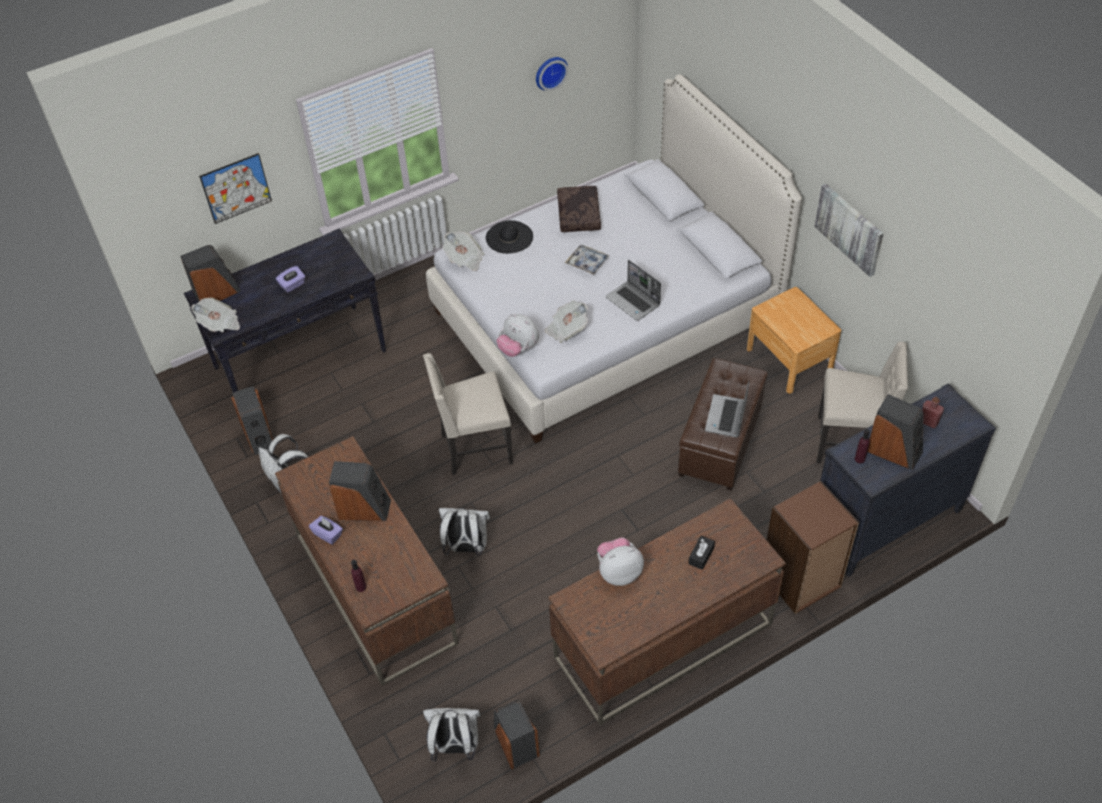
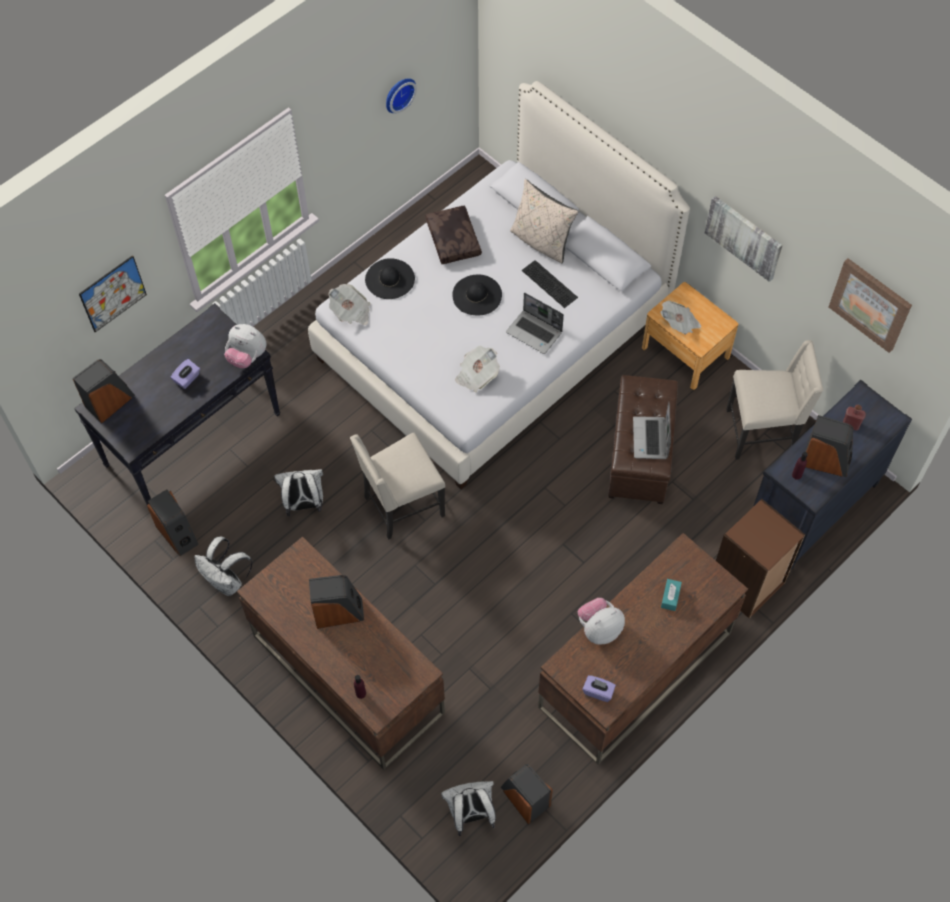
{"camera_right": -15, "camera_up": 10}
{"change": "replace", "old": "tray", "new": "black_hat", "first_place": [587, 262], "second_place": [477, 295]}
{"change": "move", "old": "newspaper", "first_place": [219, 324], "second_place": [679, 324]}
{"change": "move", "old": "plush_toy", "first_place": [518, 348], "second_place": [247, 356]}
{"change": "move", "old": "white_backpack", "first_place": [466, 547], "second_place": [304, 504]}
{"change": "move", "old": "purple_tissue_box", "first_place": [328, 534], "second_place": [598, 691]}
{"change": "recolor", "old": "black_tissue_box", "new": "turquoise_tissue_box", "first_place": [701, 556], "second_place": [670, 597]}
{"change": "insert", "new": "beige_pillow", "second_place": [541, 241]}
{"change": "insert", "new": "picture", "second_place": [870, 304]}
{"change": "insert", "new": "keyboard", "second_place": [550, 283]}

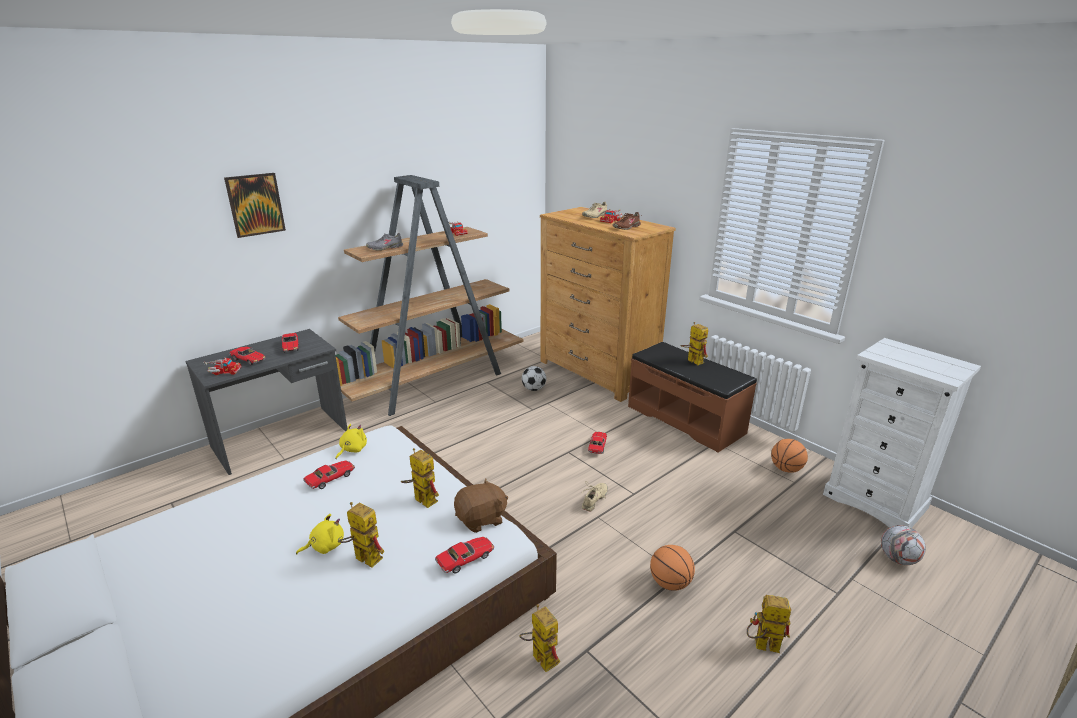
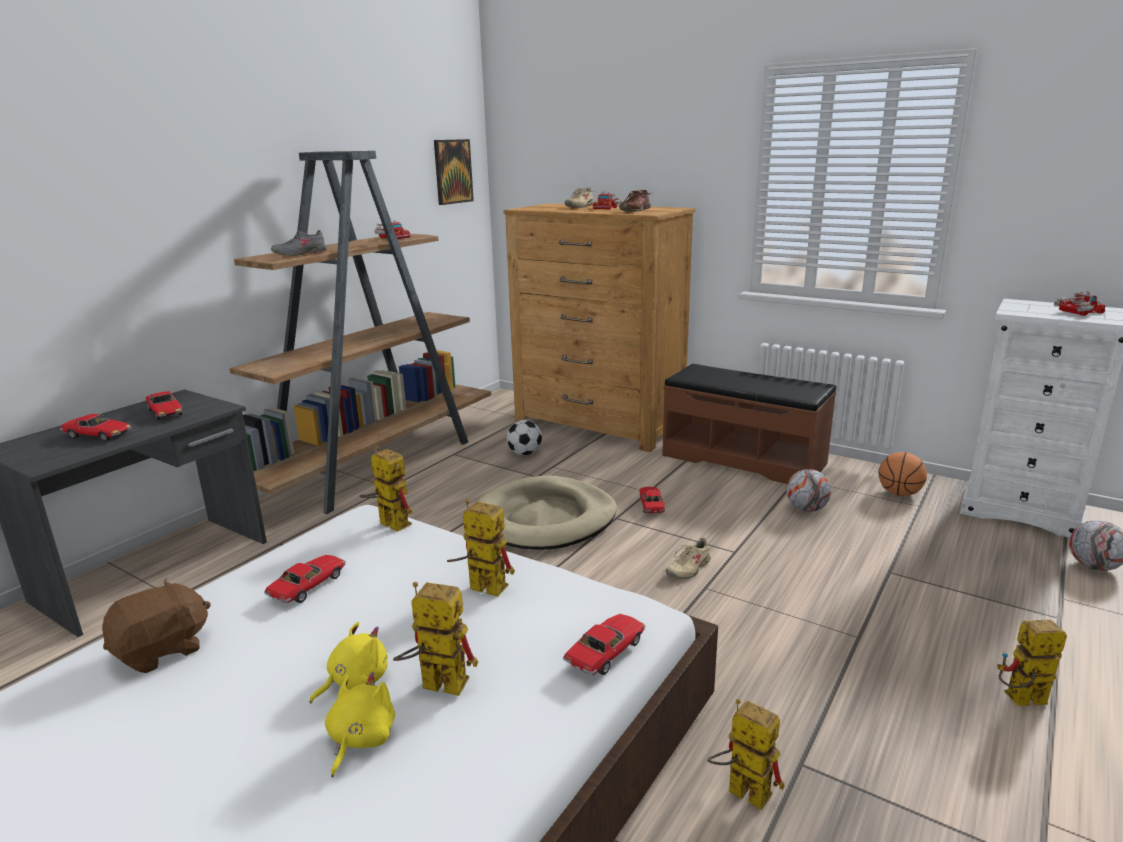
{"camera_right": -15, "camera_up": -5}
{"change": "move", "old": "picture", "first_place": [255, 204], "second_place": [452, 171]}
{"change": "move", "old": "toy_robot", "first_place": [692, 360], "second_place": [388, 523]}
{"change": "move", "old": "toy_truck", "first_place": [222, 371], "second_place": [1076, 313]}
{"change": "move", "old": "yellow_plush_toy", "first_place": [352, 450], "second_place": [360, 739]}
{"change": "move", "old": "brown_plush_toy", "first_place": [481, 519], "second_place": [163, 650]}
{"change": "rotate", "old": "beige_shoe", "first_place": [594, 500], "second_place": [688, 568], "degrees": -150}
{"change": "delete", "old": "basketball", "first_place": [670, 583]}
{"change": "insert", "new": "football", "second_place": [806, 509]}
{"change": "insert", "new": "beige_dog_bed", "second_place": [545, 519]}

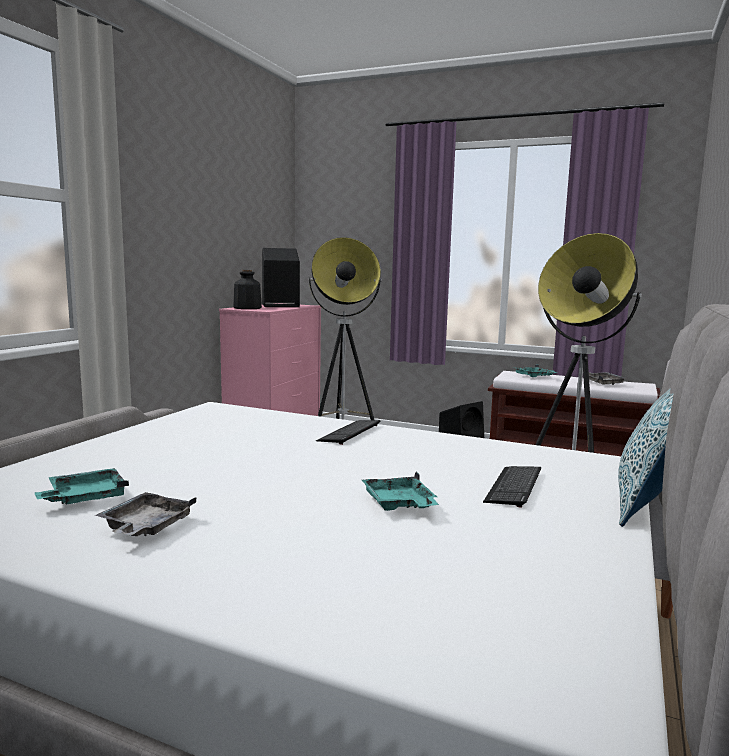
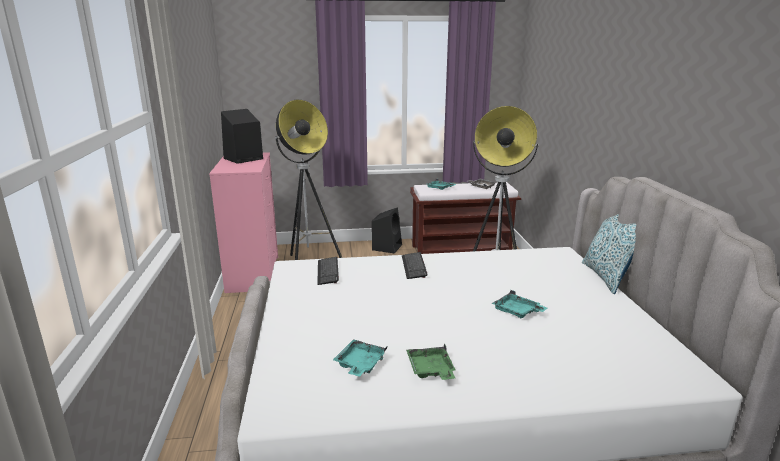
{"camera_right": -30, "camera_up": 10}
{"change": "delete", "old": "bottle", "first_place": [247, 308]}
{"change": "move", "old": "keyboard", "first_place": [514, 487], "second_place": [328, 272]}
{"change": "recolor", "old": "grey_tray", "new": "green_tray", "first_place": [146, 527], "second_place": [430, 370]}

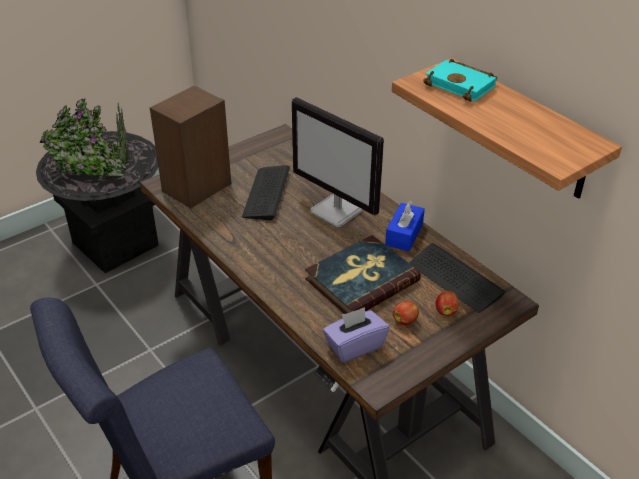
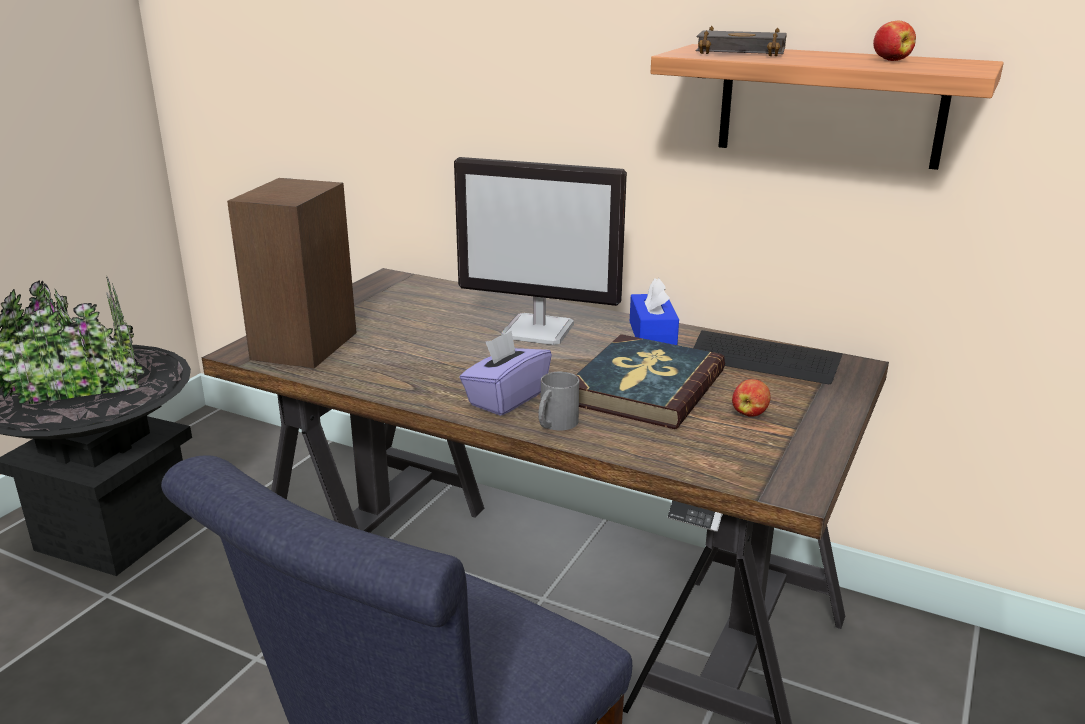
{"camera_right": -25, "camera_up": -15}
{"change": "recolor", "old": "turquoise_book", "new": "black_book", "first_place": [462, 85], "second_place": [743, 51]}
{"change": "delete", "old": "keyboard", "first_place": [266, 193]}
{"change": "move", "old": "apple", "first_place": [446, 311], "second_place": [890, 60]}
{"change": "move", "old": "purple_tissue_box", "first_place": [354, 346], "second_place": [506, 398]}
{"change": "insert", "new": "grey_mug", "second_place": [555, 424]}

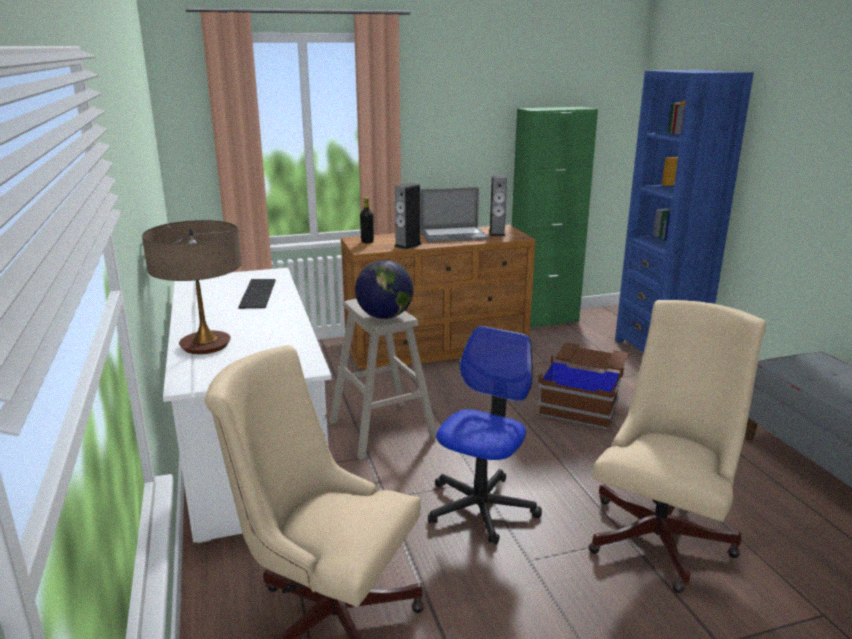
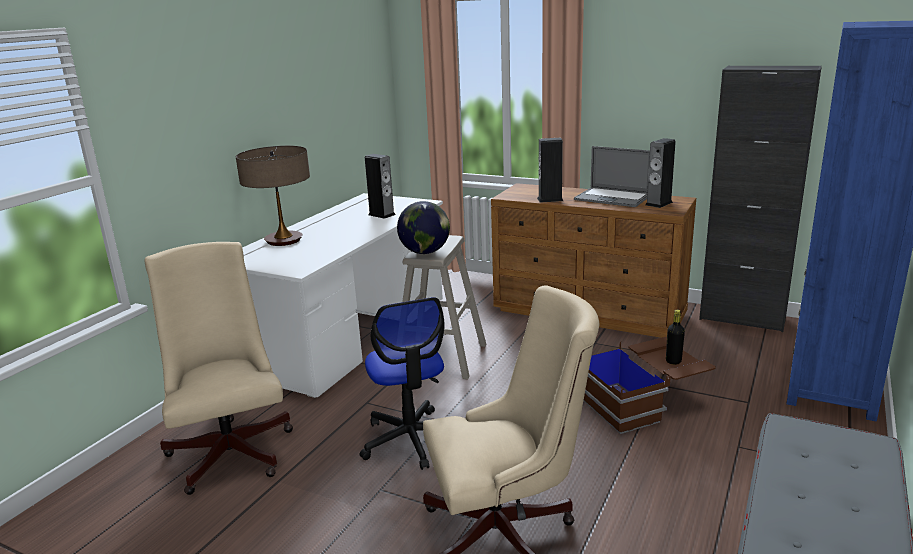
{"camera_right": 45, "camera_up": 0}
{"change": "recolor", "old": "green_cabinet", "new": "black_cabinet", "first_place": [543, 320], "second_place": [742, 318]}
{"change": "move", "old": "black_bottle", "first_place": [367, 242], "second_place": [673, 361]}
{"change": "replace", "old": "keyboard", "new": "speaker", "first_place": [256, 293], "second_place": [381, 214]}
{"change": "rotate", "old": "office_chair", "first_place": [481, 508], "second_place": [411, 439], "degrees": 90}

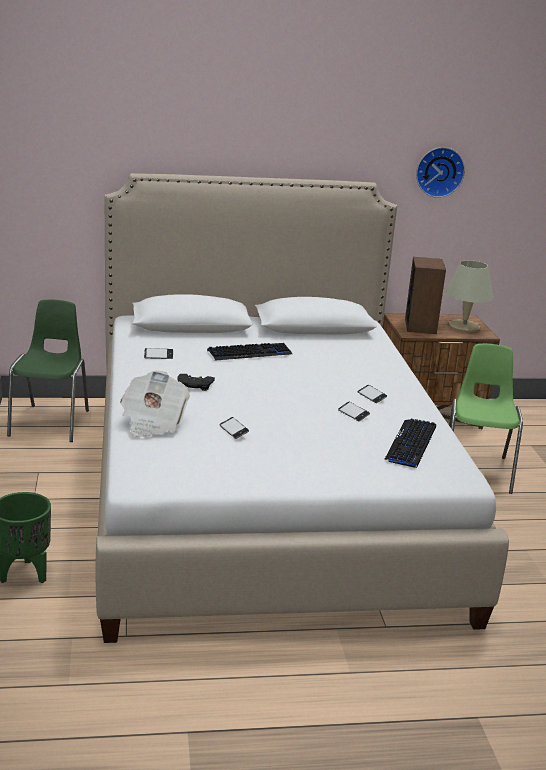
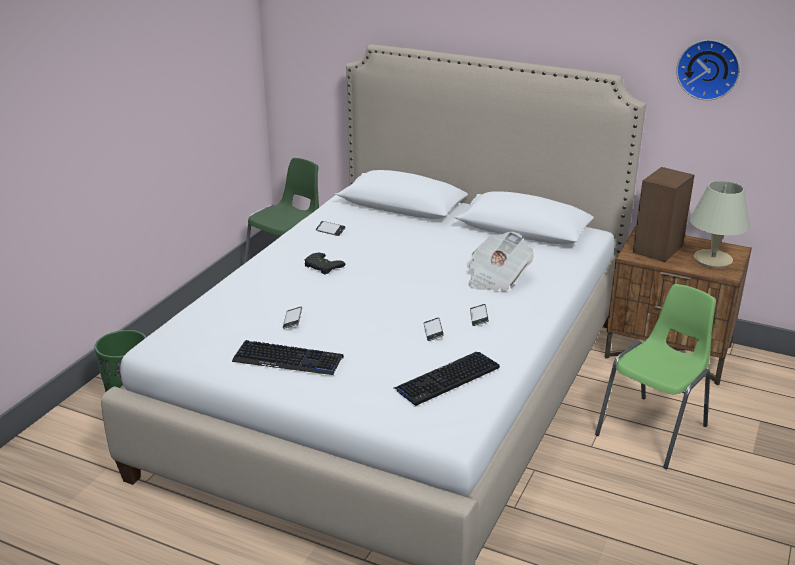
{"camera_right": 35, "camera_up": 5}
{"change": "move", "old": "keyboard", "first_place": [249, 353], "second_place": [288, 360]}
{"change": "move", "old": "newspaper", "first_place": [153, 422], "second_place": [496, 278]}

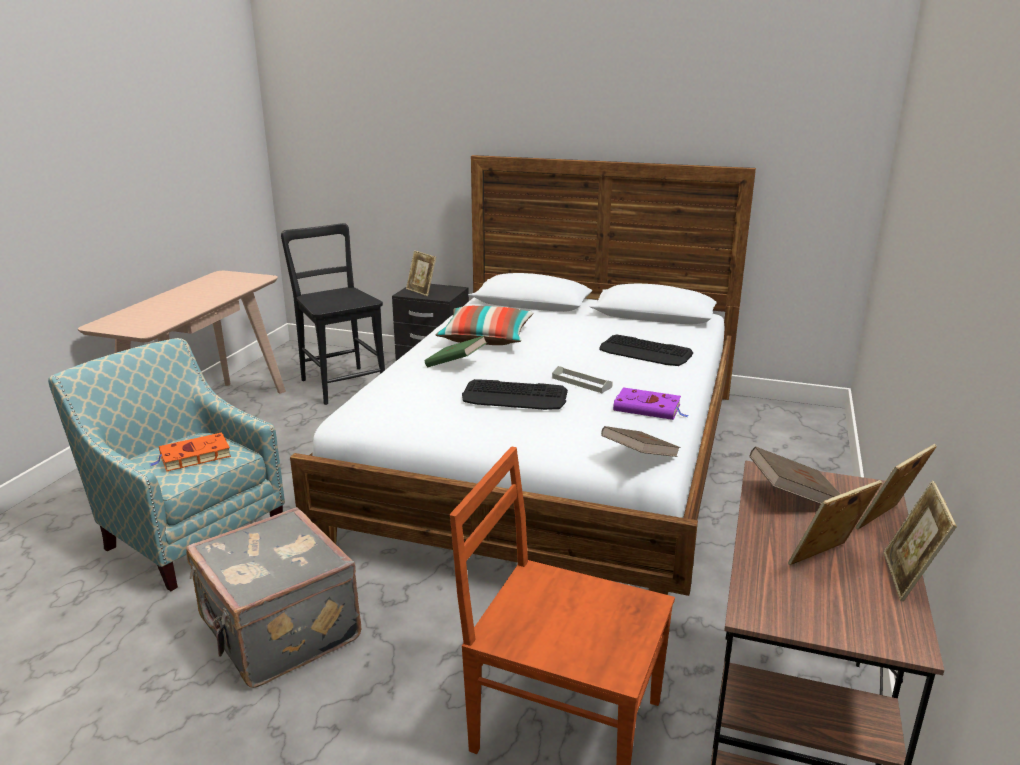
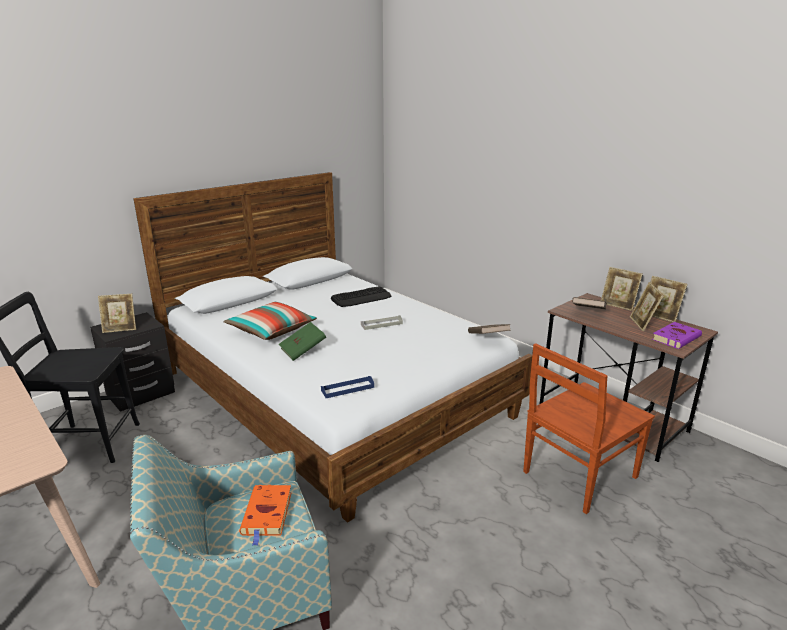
{"camera_right": -60, "camera_up": 0}
{"change": "delete", "old": "keyboard", "first_place": [515, 397]}
{"change": "move", "old": "purple_book", "first_place": [649, 408], "second_place": [676, 338]}
{"change": "rotate", "old": "picture_frame", "first_place": [887, 522], "second_place": [618, 305], "degrees": -45}
{"change": "delete", "old": "grey_suitcase", "first_place": [277, 632]}
{"change": "insert", "new": "blue_tray", "second_place": [347, 389]}

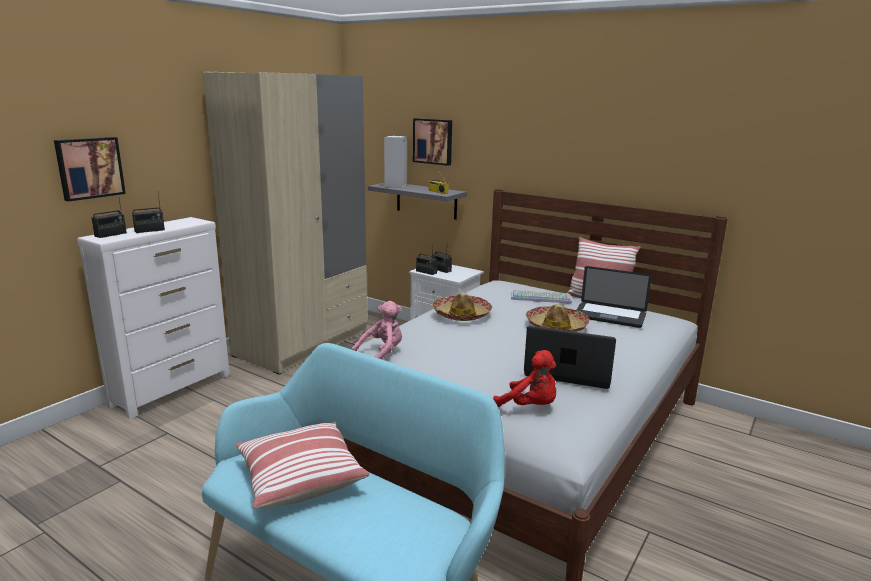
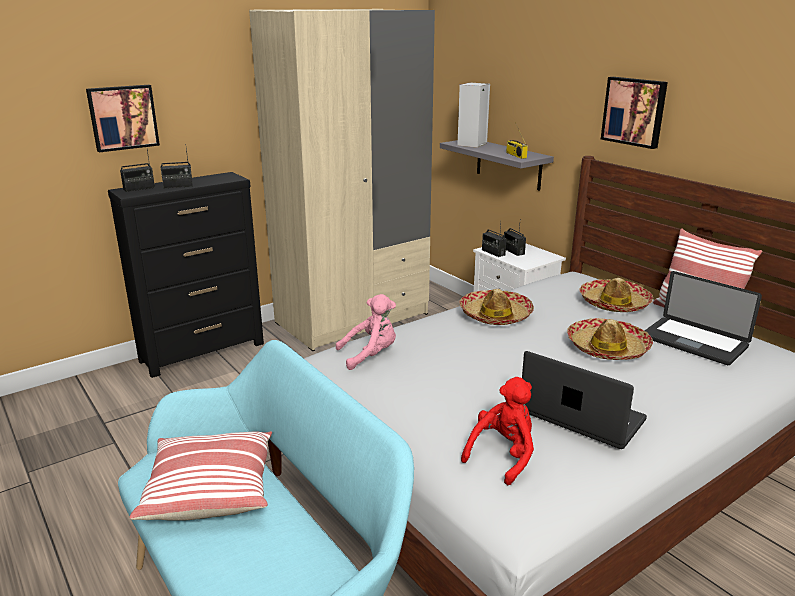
{"camera_right": 20, "camera_up": 5}
{"change": "move", "old": "picture", "first_place": [433, 141], "second_place": [634, 111]}
{"change": "recolor", "old": "white_dresser", "new": "black_dresser", "first_place": [173, 389], "second_place": [204, 352]}
{"change": "replace", "old": "keyboard", "new": "hat", "first_place": [541, 297], "second_place": [614, 304]}
{"change": "rotate", "old": "red_plush_toy", "first_place": [530, 407], "second_place": [503, 455], "degrees": -105}

